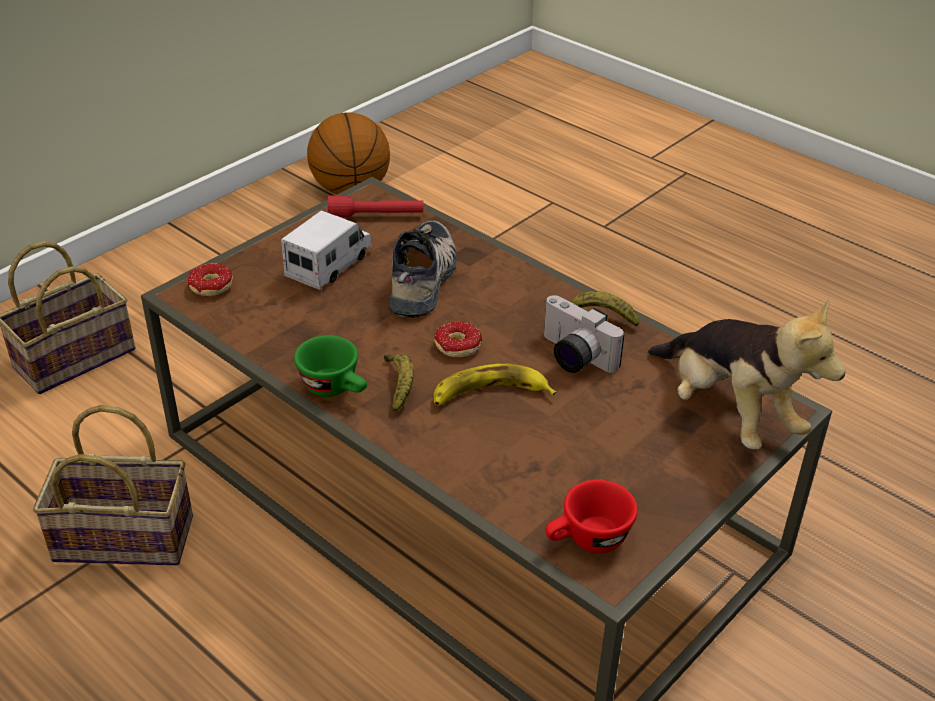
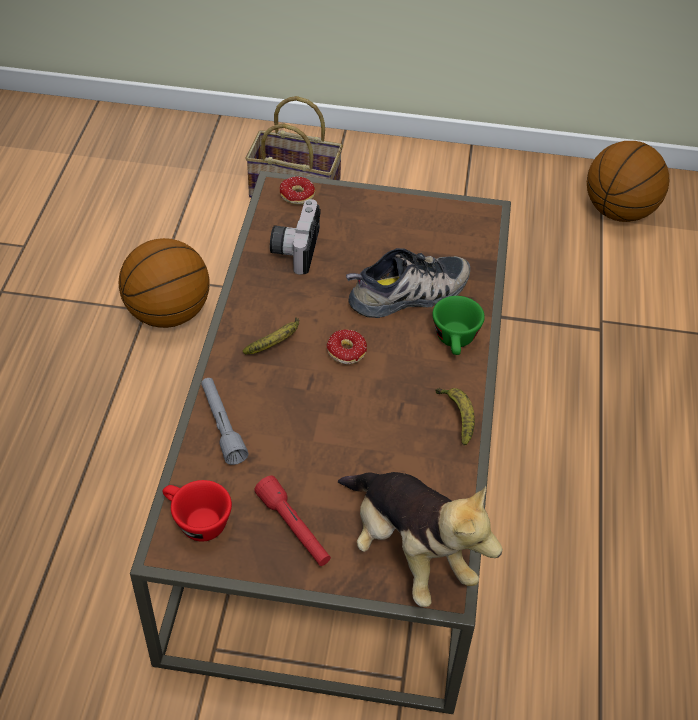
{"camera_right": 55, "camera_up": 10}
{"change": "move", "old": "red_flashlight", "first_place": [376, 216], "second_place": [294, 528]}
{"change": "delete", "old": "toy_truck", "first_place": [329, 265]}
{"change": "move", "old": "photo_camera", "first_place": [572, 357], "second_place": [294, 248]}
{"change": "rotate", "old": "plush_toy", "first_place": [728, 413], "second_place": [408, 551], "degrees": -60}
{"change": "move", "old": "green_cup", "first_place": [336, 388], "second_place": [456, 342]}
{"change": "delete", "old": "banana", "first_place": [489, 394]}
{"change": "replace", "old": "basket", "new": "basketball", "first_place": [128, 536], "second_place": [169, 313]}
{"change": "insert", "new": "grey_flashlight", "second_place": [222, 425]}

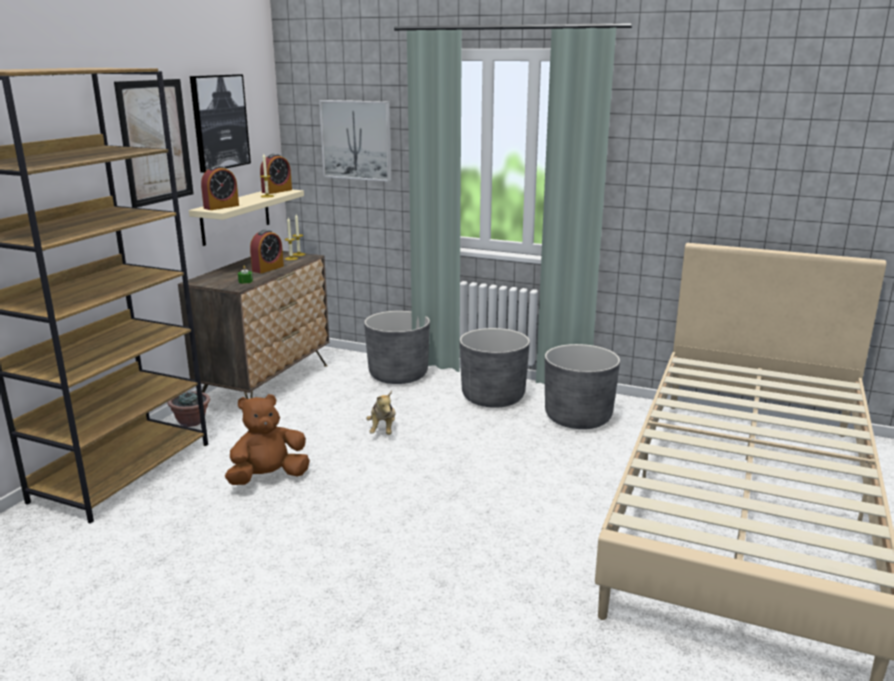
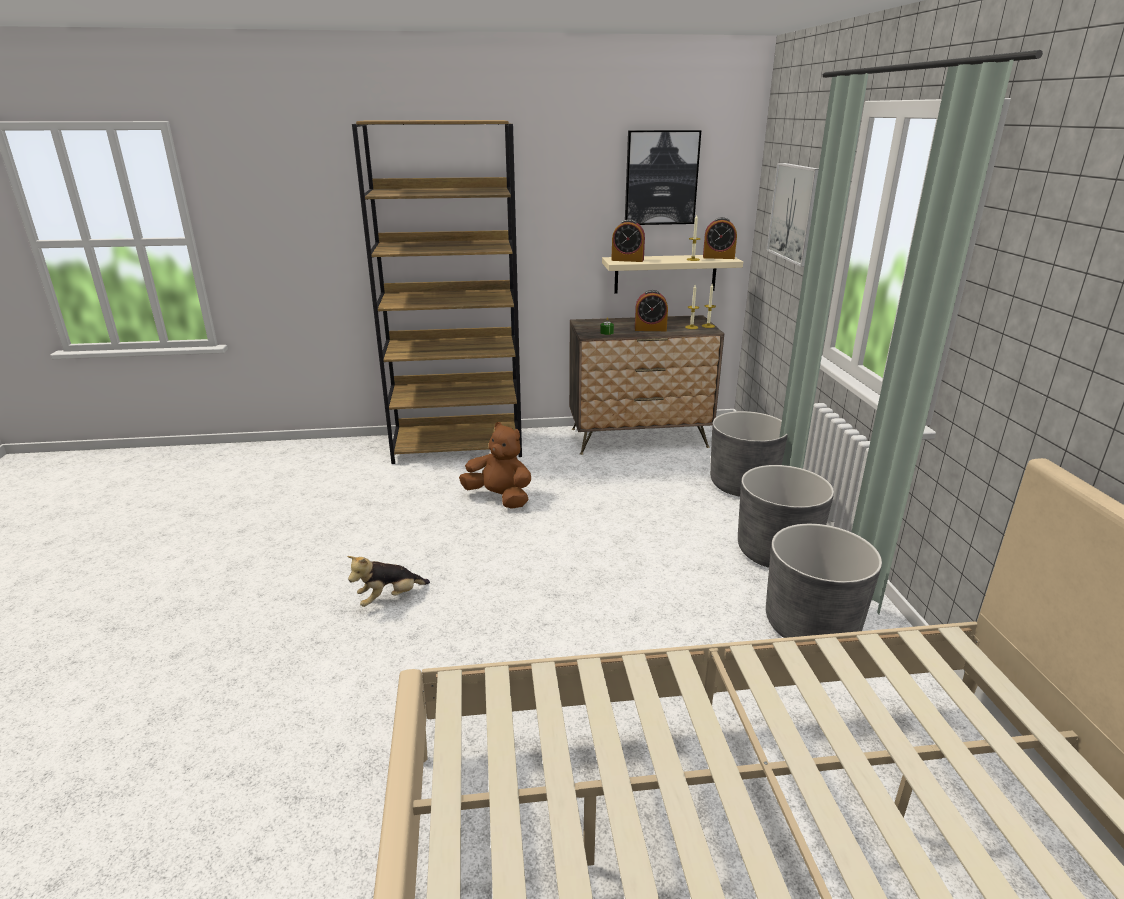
{"camera_right": 60, "camera_up": 5}
{"change": "delete", "old": "picture", "first_place": [155, 142]}
{"change": "delete", "old": "potted_plant", "first_place": [191, 422]}
{"change": "move", "old": "plush_toy", "first_place": [383, 430], "second_place": [389, 598]}

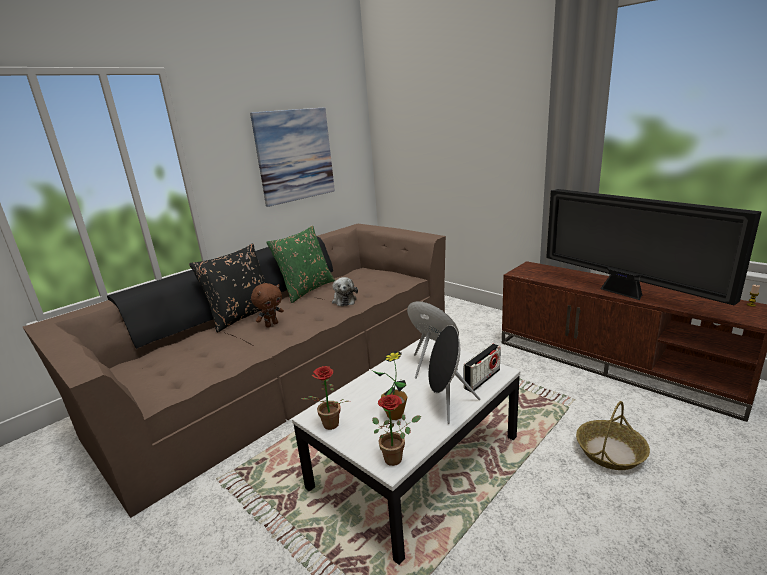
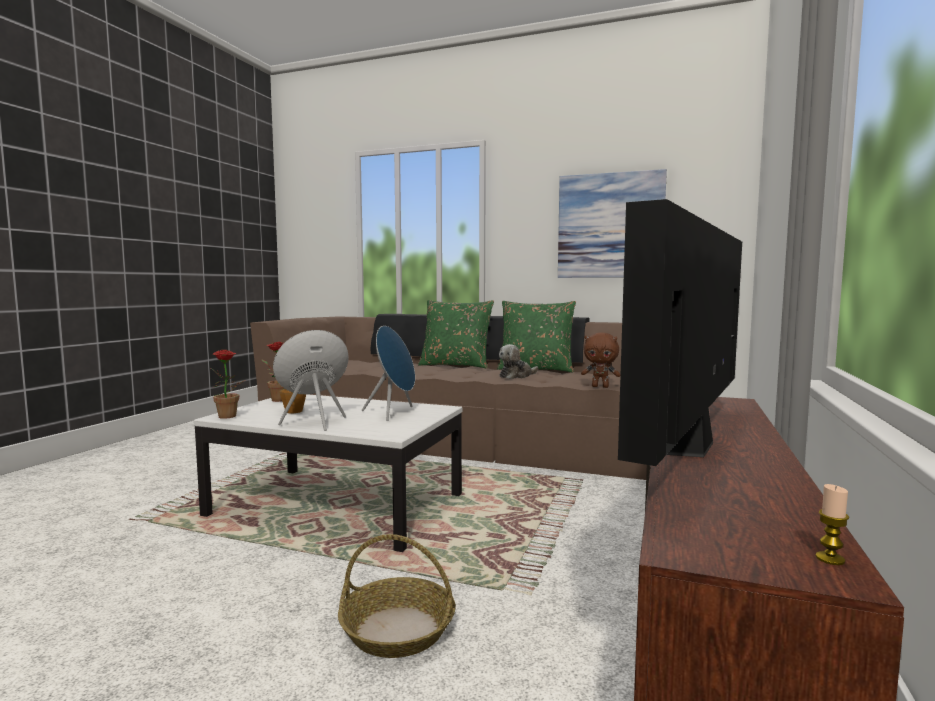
{"camera_right": 65, "camera_up": -15}
{"change": "recolor", "old": "black_pillow", "new": "green_pillow", "first_place": [242, 315], "second_place": [456, 365]}
{"change": "move", "old": "brown_plush_toy", "first_place": [271, 324], "second_place": [600, 386]}
{"change": "delete", "old": "radio", "first_place": [482, 379]}

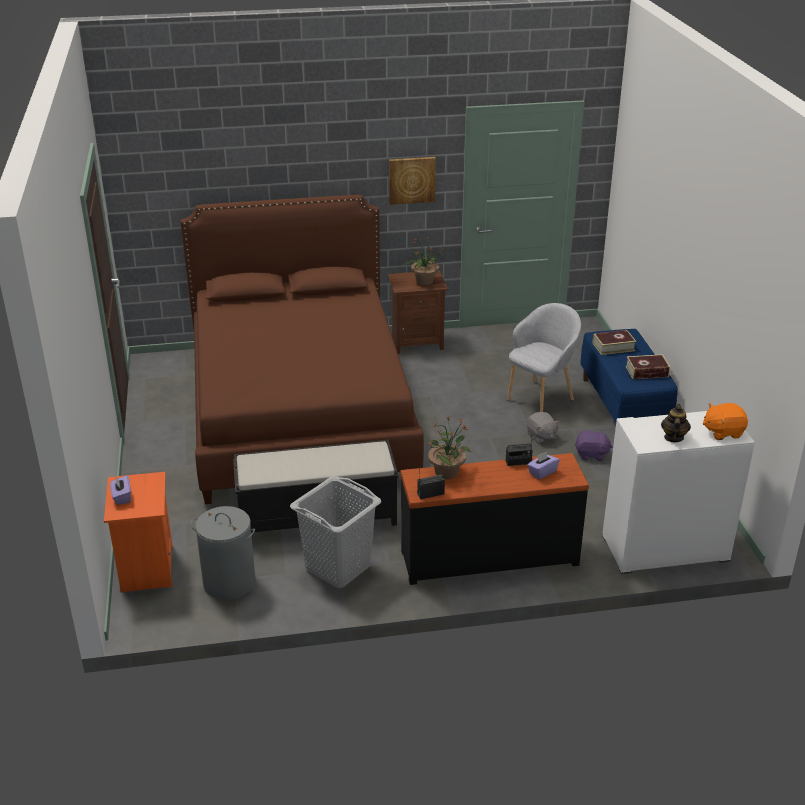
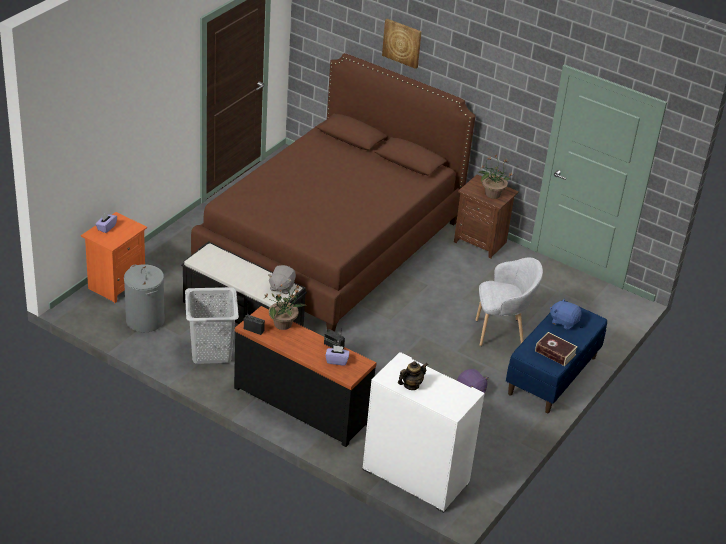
{"camera_right": 40, "camera_up": 5}
{"change": "move", "old": "picture", "first_place": [412, 180], "second_place": [402, 43]}
{"change": "replace", "old": "book", "new": "blue_plush_toy", "first_place": [613, 347], "second_place": [564, 322]}
{"change": "delete", "old": "orange_plush_toy", "first_place": [722, 432]}
{"change": "move", "old": "grey_plush_toy", "first_place": [541, 436], "second_place": [281, 287]}

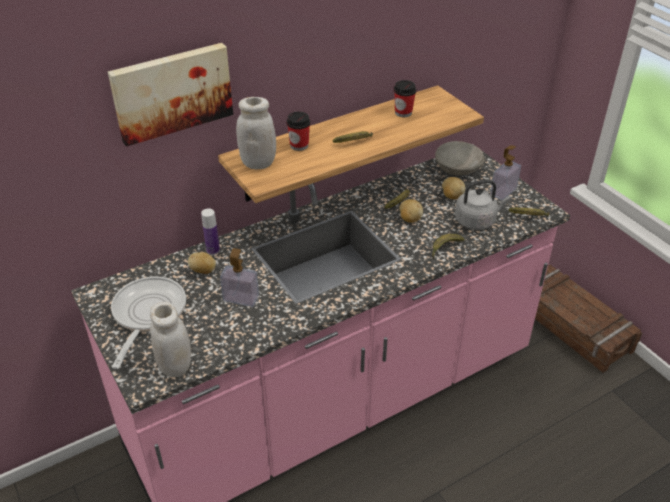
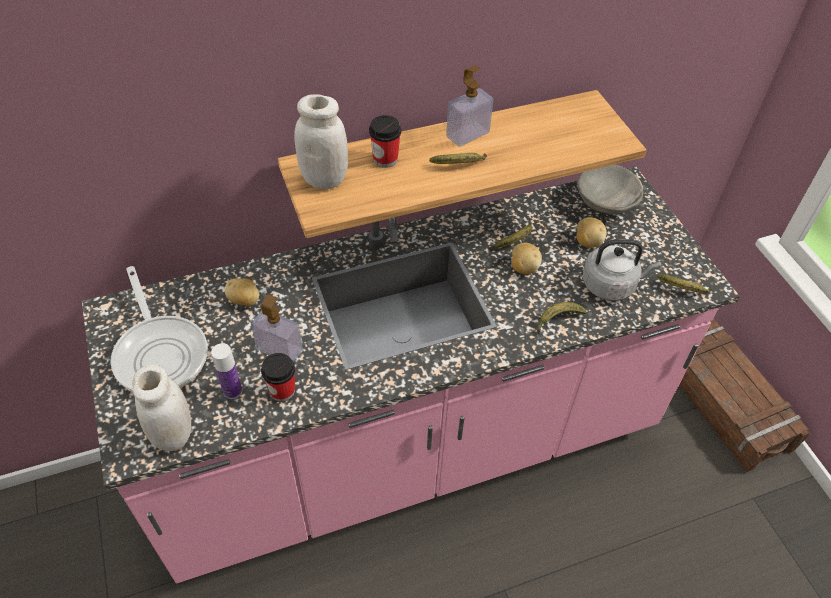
{"camera_right": 10, "camera_up": 10}
{"change": "delete", "old": "picture", "first_place": [171, 92]}
{"change": "move", "old": "cup", "first_place": [403, 113], "second_place": [282, 391]}
{"change": "move", "old": "soap_dispenser", "first_place": [503, 192], "second_place": [467, 134]}
{"change": "move", "old": "bottle", "first_place": [213, 250], "second_place": [232, 391]}
{"change": "rotate", "old": "frying_pan", "first_place": [147, 315], "second_place": [160, 353], "degrees": 135}

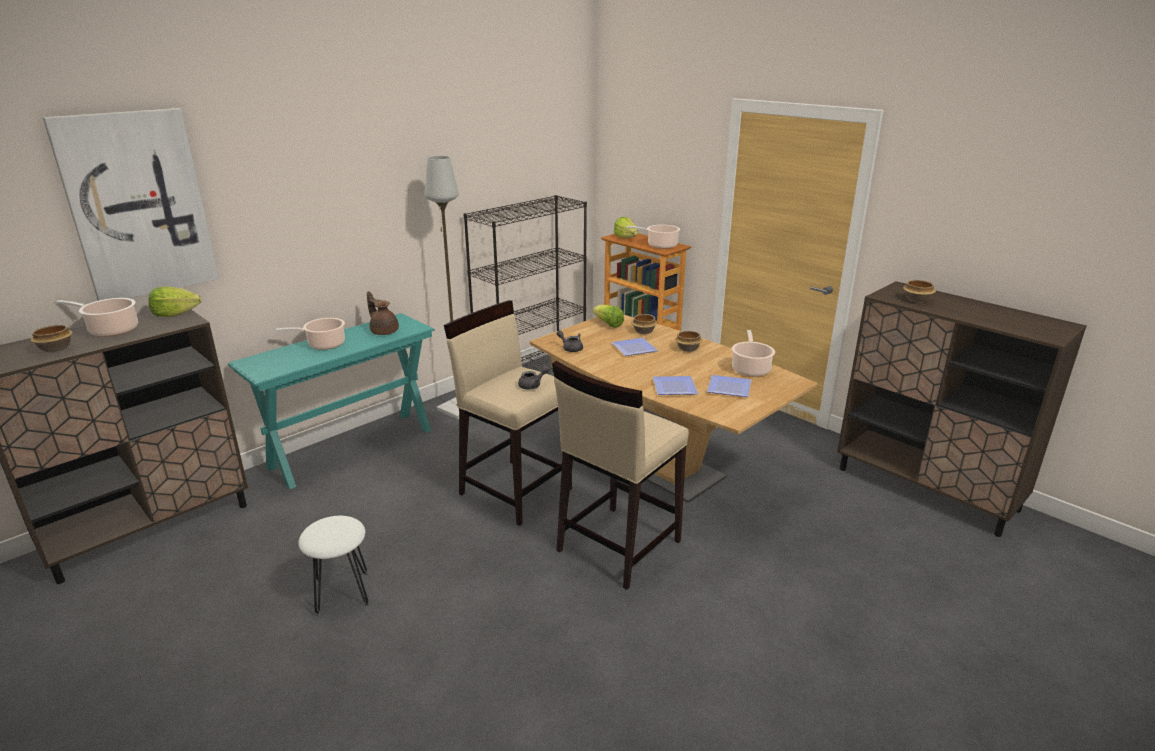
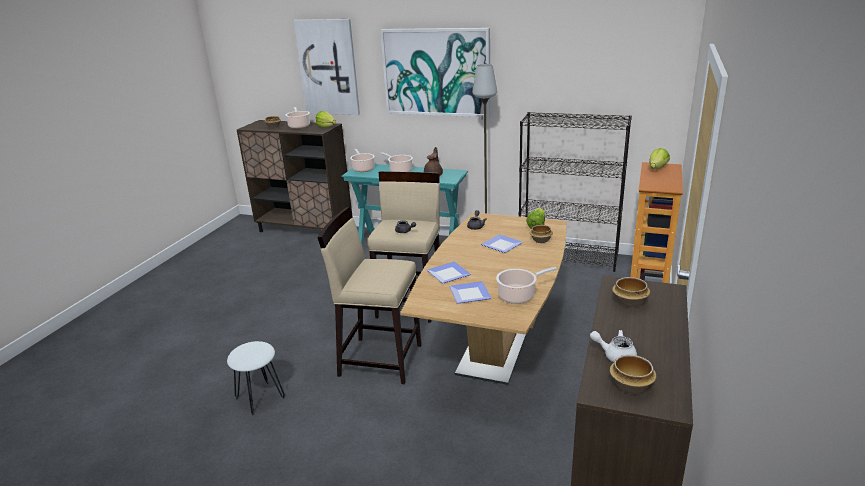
{"camera_right": 65, "camera_up": 0}
{"change": "move", "old": "cooking_pot", "first_place": [660, 245], "second_place": [363, 169]}
{"change": "move", "old": "bowl", "first_place": [688, 349], "second_place": [630, 386]}
{"change": "move", "old": "white_stool", "first_place": [341, 593], "second_place": [260, 397]}
{"change": "insert", "new": "picture", "second_place": [436, 72]}
{"change": "insert", "new": "white_teapot", "second_place": [615, 355]}

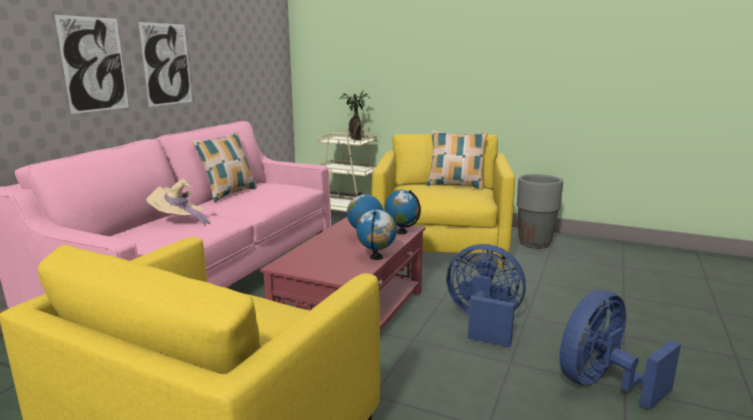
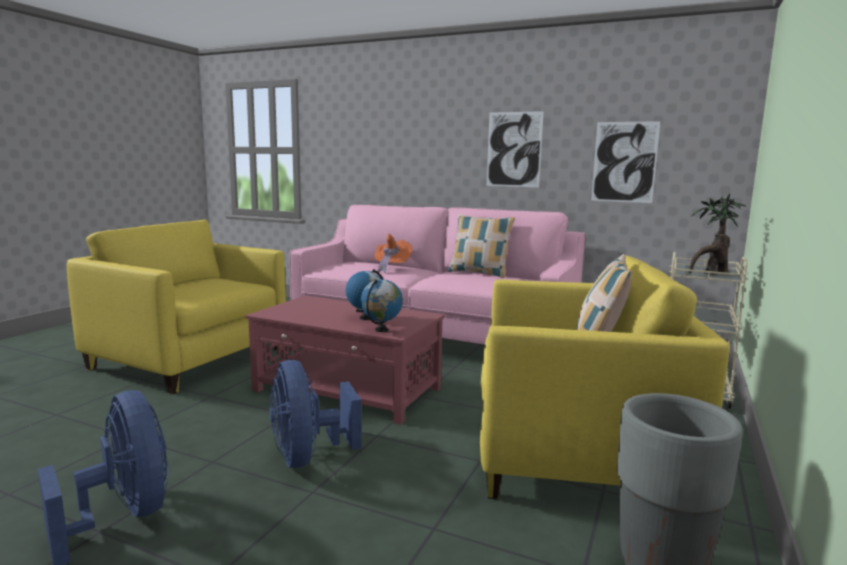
{"camera_right": 90, "camera_up": -5}
{"change": "move", "old": "picture", "first_place": [94, 64], "second_place": [624, 162]}
{"change": "recolor", "old": "beige_hat", "new": "orange_hat", "first_place": [179, 222], "second_place": [391, 268]}
{"change": "delete", "old": "globe", "first_place": [376, 257]}
{"change": "rotate", "old": "blue_fan", "first_place": [483, 322], "second_place": [307, 456], "degrees": 135}

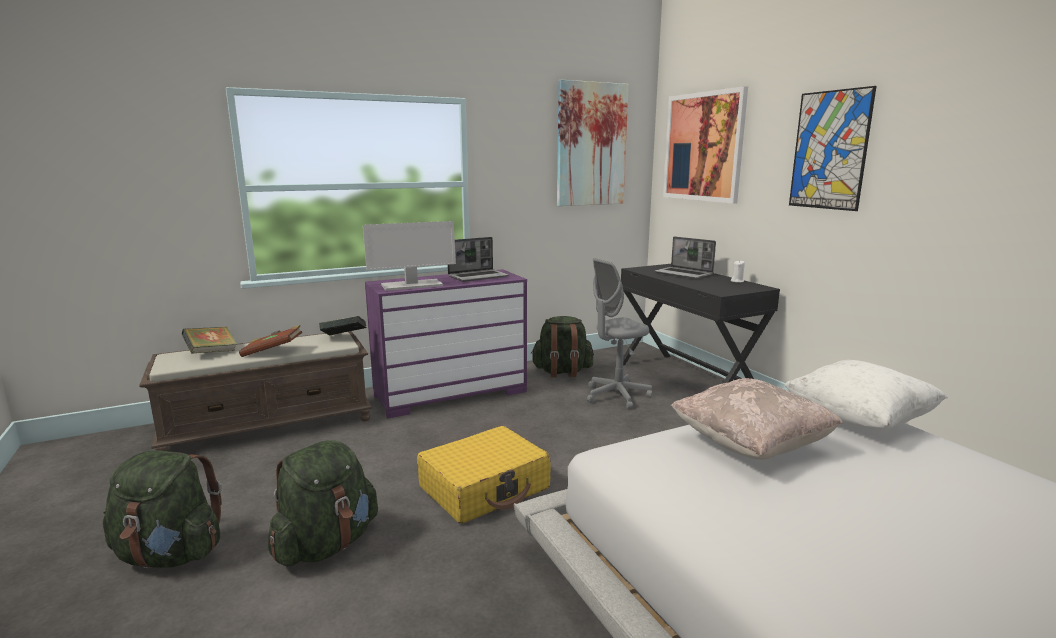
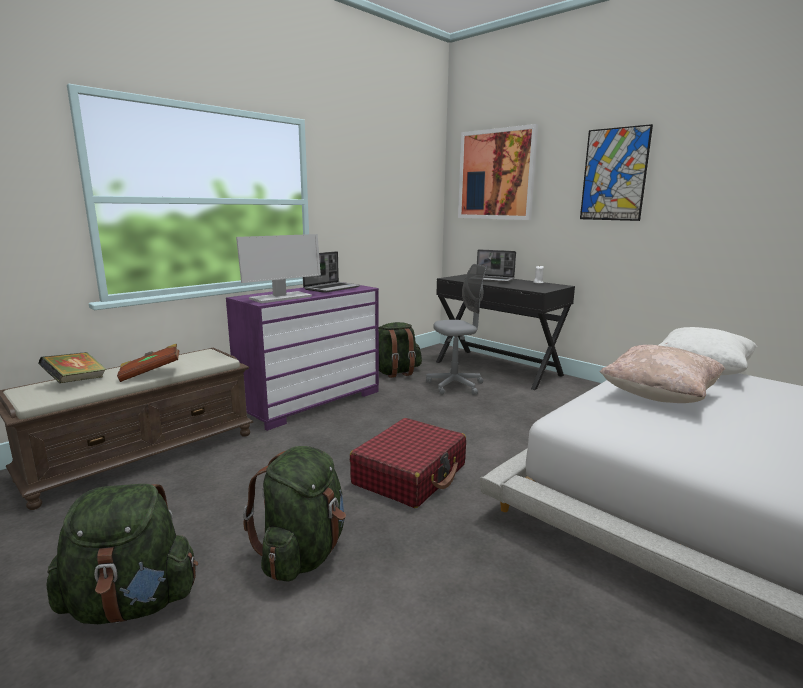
{"camera_right": -20, "camera_up": 0}
{"change": "delete", "old": "picture", "first_place": [591, 145]}
{"change": "rotate", "old": "grey_office_chair", "first_place": [616, 396], "second_place": [455, 386], "degrees": -150}
{"change": "delete", "old": "book", "first_place": [344, 338]}
{"change": "recolor", "old": "yellow_suitcase", "new": "red_suitcase", "first_place": [485, 488], "second_place": [410, 474]}

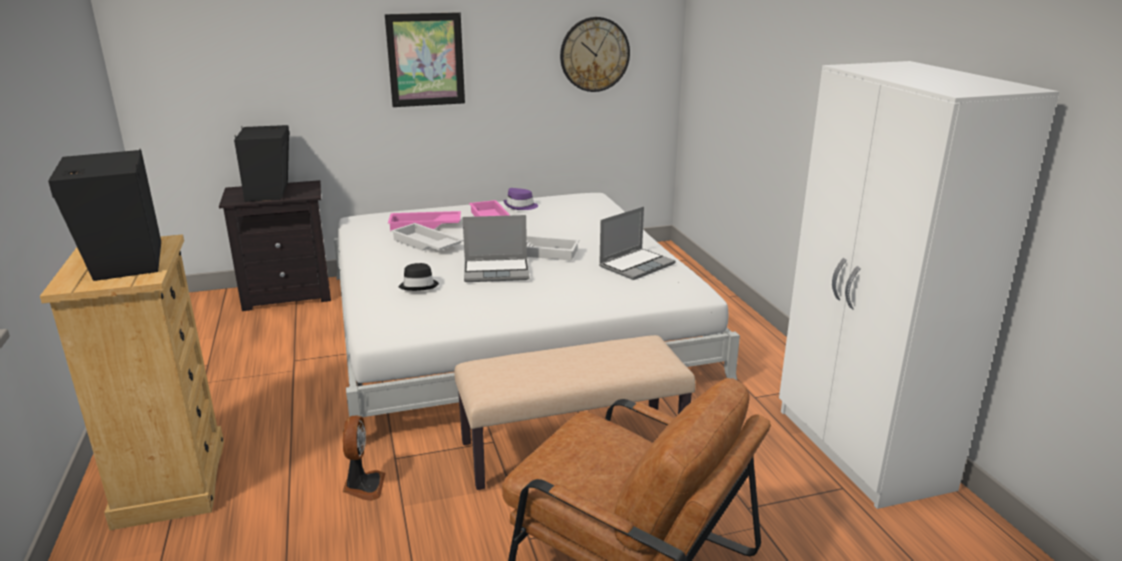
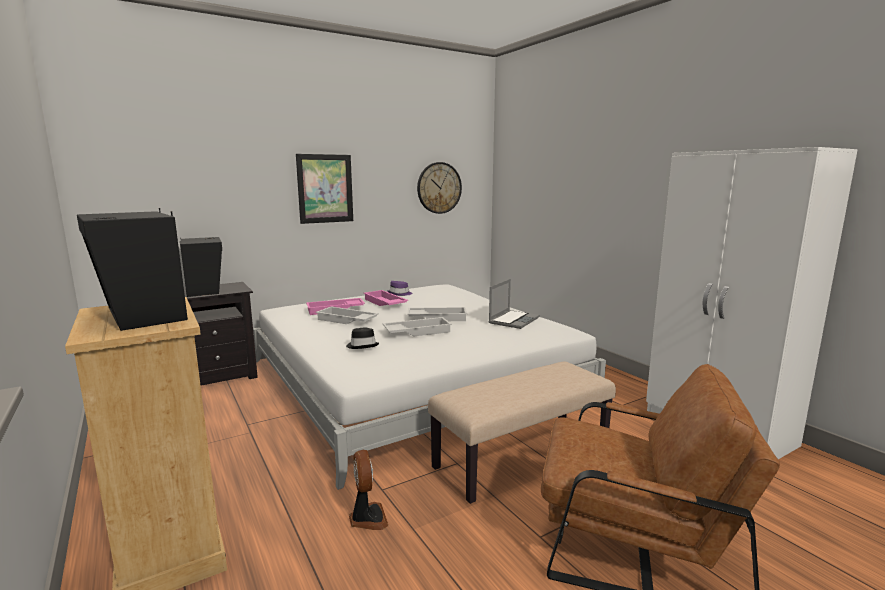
{"camera_right": -15, "camera_up": -10}
{"change": "replace", "old": "laptop", "new": "white_tray", "first_place": [497, 271], "second_place": [417, 331]}

